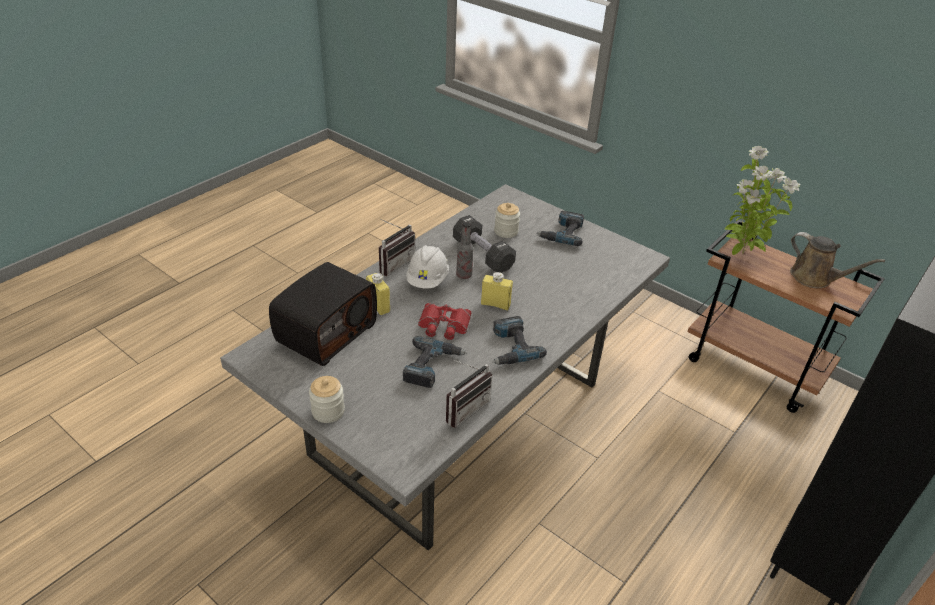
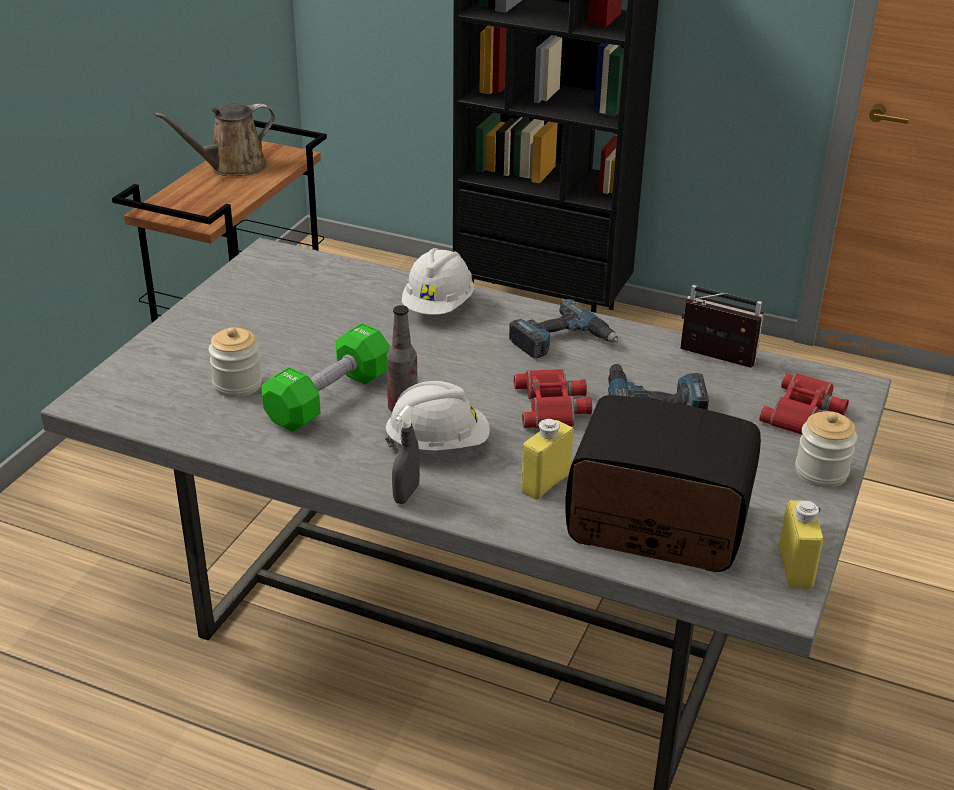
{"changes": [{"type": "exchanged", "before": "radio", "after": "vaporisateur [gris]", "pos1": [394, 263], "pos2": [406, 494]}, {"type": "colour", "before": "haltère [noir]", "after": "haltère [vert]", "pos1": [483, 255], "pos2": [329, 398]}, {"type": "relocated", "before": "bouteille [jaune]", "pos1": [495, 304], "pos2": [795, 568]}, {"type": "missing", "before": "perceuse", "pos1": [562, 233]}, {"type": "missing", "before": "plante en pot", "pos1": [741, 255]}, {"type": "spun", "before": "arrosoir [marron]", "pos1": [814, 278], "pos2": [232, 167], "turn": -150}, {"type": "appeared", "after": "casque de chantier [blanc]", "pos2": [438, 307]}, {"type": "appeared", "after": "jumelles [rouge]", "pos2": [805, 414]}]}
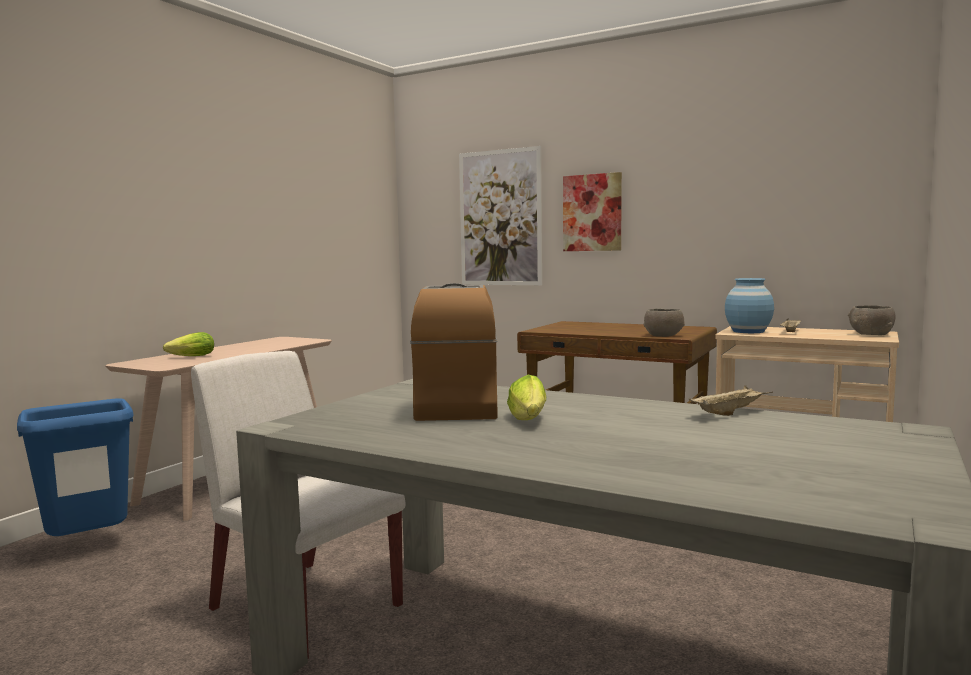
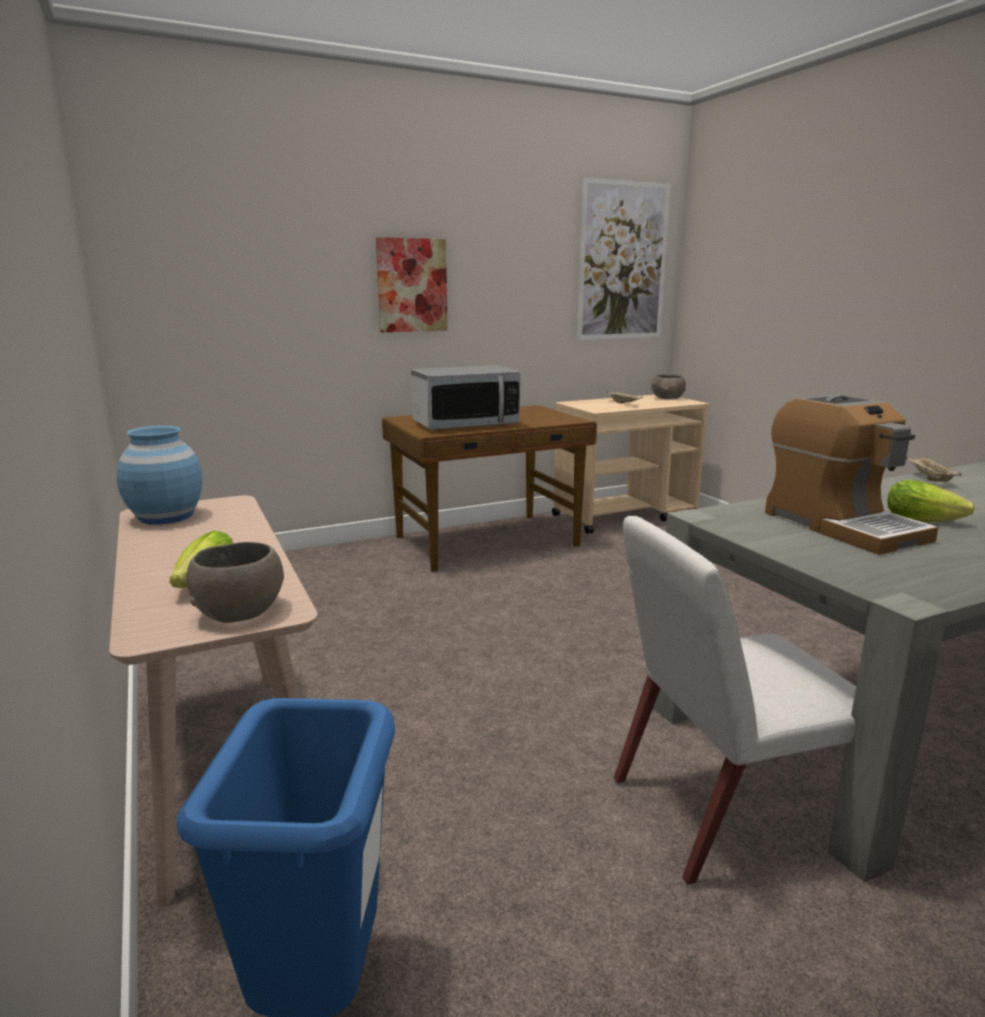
{"changes": [{"type": "spun", "before": "machine à café", "pos1": [457, 405], "pos2": [841, 525], "turn": -150}, {"type": "relocated", "before": "tableau", "pos1": [500, 218], "pos2": [622, 262]}, {"type": "relocated", "before": "bol [gris]", "pos1": [663, 335], "pos2": [239, 611]}, {"type": "relocated", "before": "vase [bleu]", "pos1": [748, 331], "pos2": [166, 516]}, {"type": "appeared", "after": "micro-ondes", "pos2": [465, 424]}]}
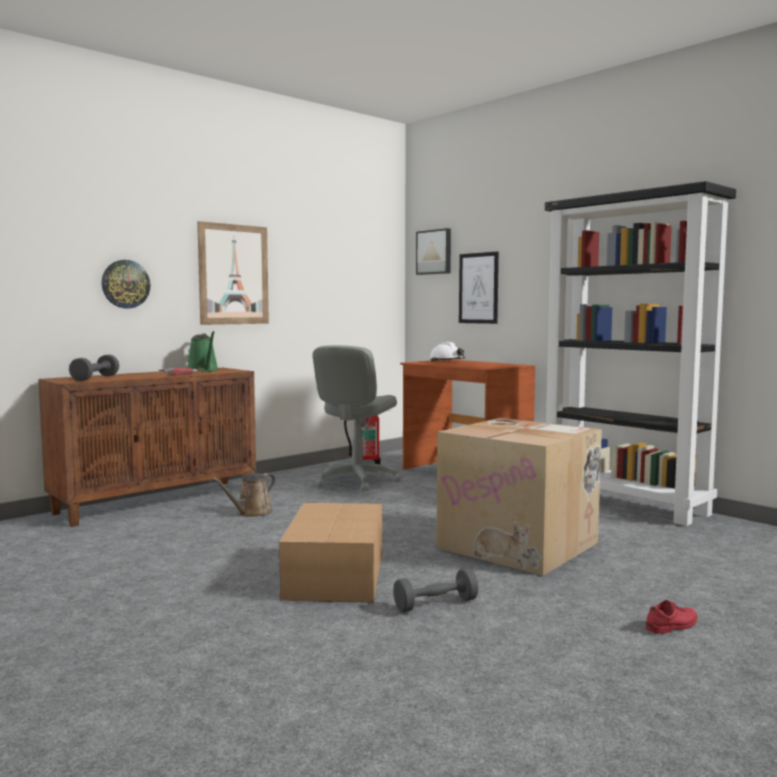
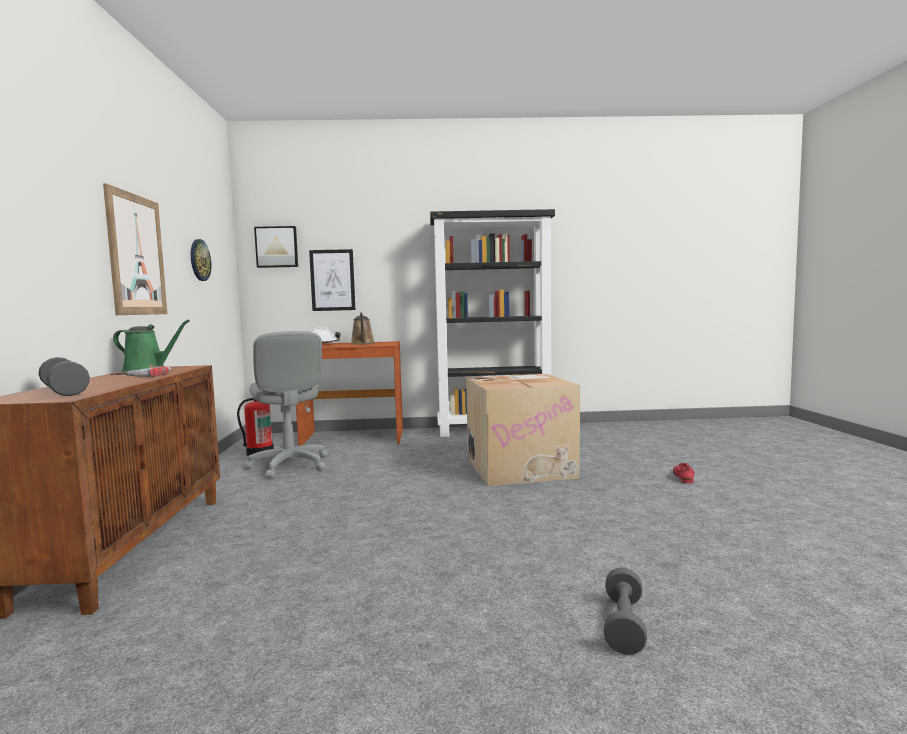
{"changes": [{"type": "relocated", "before": "horloge murale", "pos1": [125, 284], "pos2": [199, 260]}, {"type": "relocated", "before": "arrosoir [marron]", "pos1": [251, 513], "pos2": [363, 343]}, {"type": "missing", "before": "carton", "pos1": [337, 574]}, {"type": "relocated", "before": "haltère [gris]", "pos1": [435, 604], "pos2": [624, 625]}]}
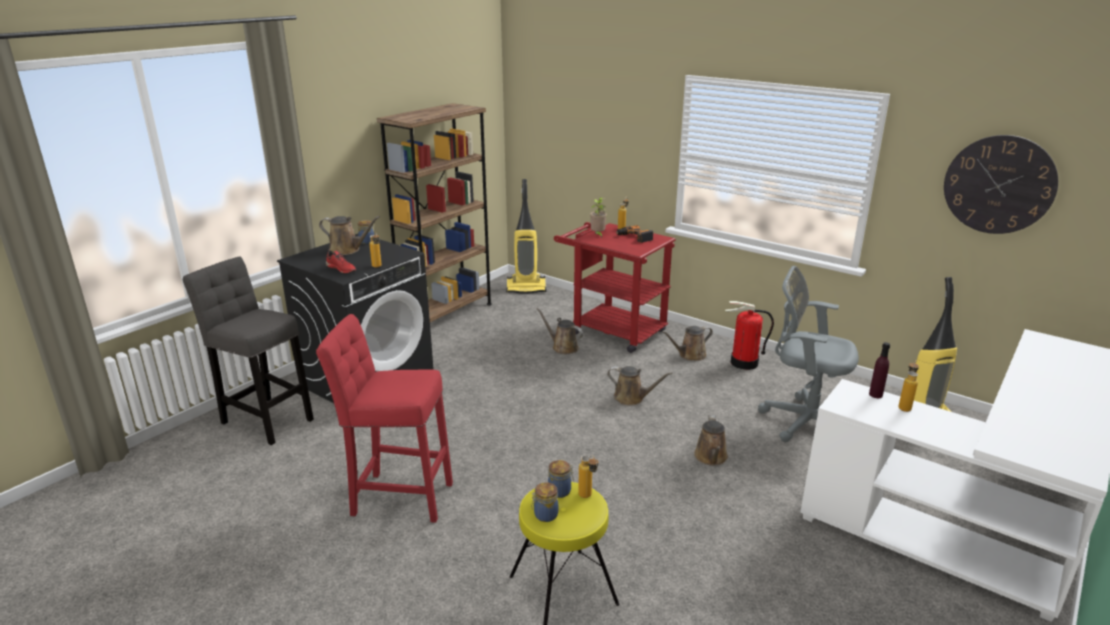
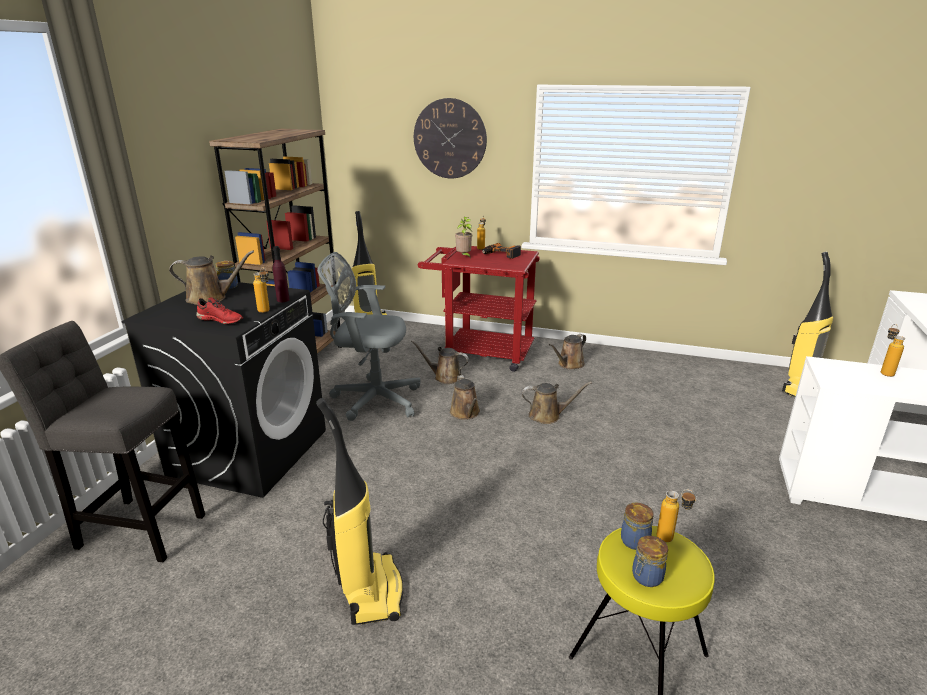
{"changes": [{"type": "exchanged", "before": "tabouret [rouge]", "after": "aspirateur", "pos1": [397, 497], "pos2": [370, 590]}, {"type": "relocated", "before": "arrosoir [marron]", "pos1": [711, 458], "pos2": [465, 413]}, {"type": "missing", "before": "extincteur", "pos1": [744, 363]}, {"type": "relocated", "before": "chaise de bureau [gris]", "pos1": [804, 422], "pos2": [373, 399]}, {"type": "relocated", "before": "bouteille [violet]", "pos1": [875, 394], "pos2": [283, 300]}, {"type": "relocated", "before": "horloge murale", "pos1": [999, 185], "pos2": [450, 139]}]}
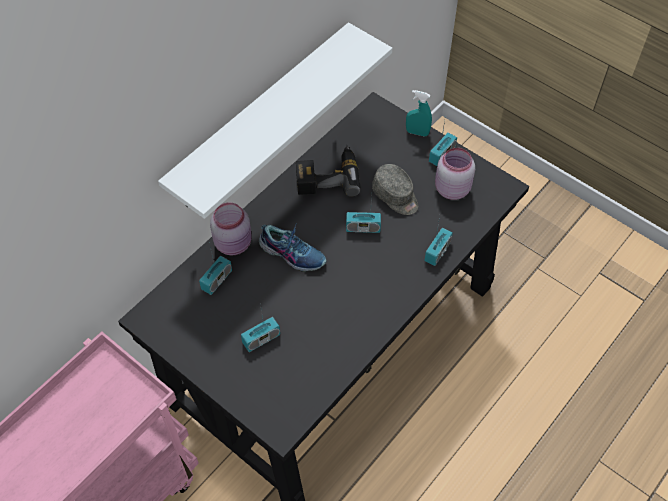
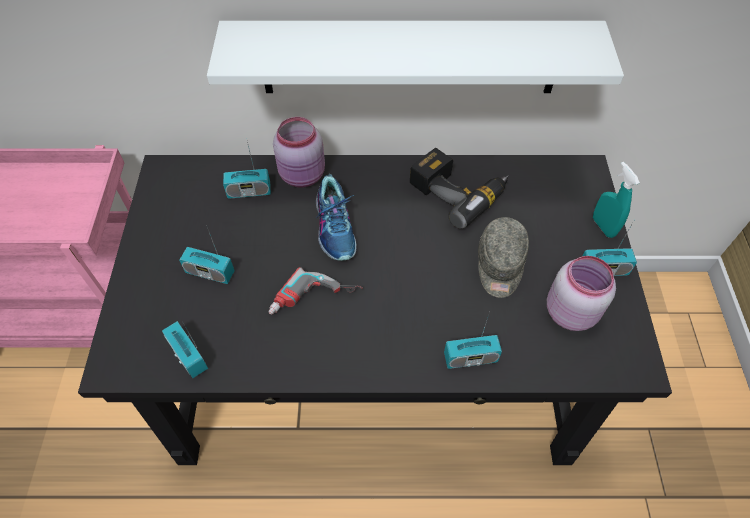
{"changes": [{"type": "relocated", "before": "radio", "pos1": [363, 228], "pos2": [188, 356]}, {"type": "appeared", "after": "perceuse", "pos2": [315, 302]}]}
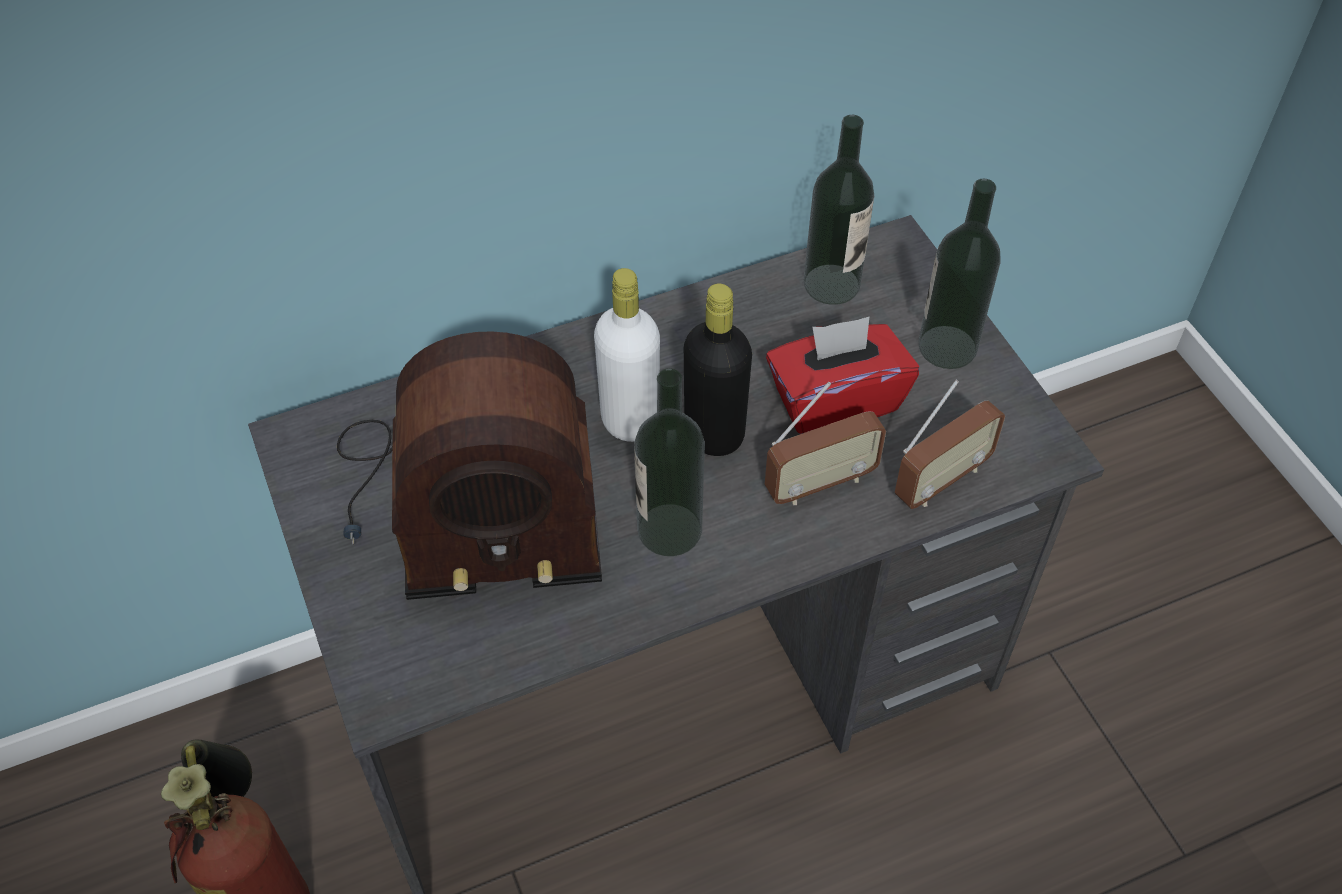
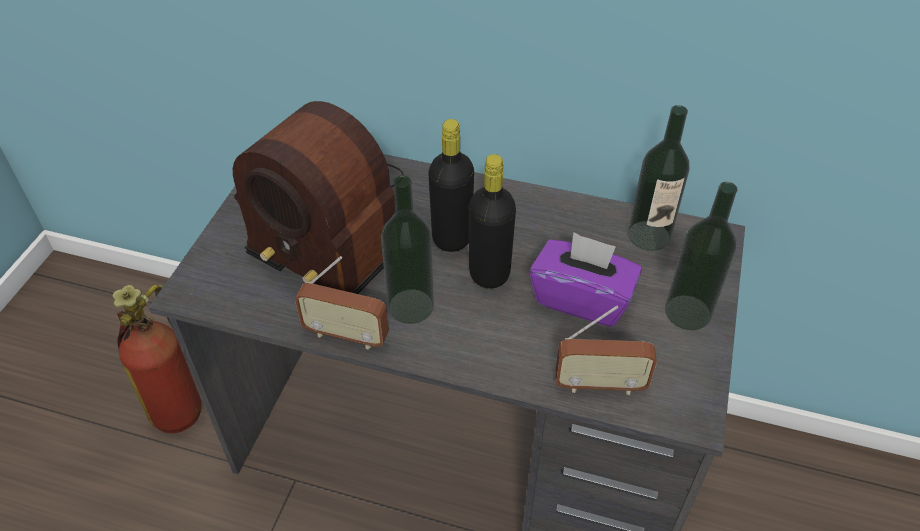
{"changes": [{"type": "colour", "before": "bouteille [blanc]", "after": "bouteille [noir]", "pos1": [630, 420], "pos2": [452, 238]}, {"type": "relocated", "before": "radio", "pos1": [820, 483], "pos2": [346, 335]}, {"type": "colour", "before": "boîte à mouchoirs [rouge]", "after": "boîte à mouchoirs [violet]", "pos1": [835, 400], "pos2": [582, 298]}]}
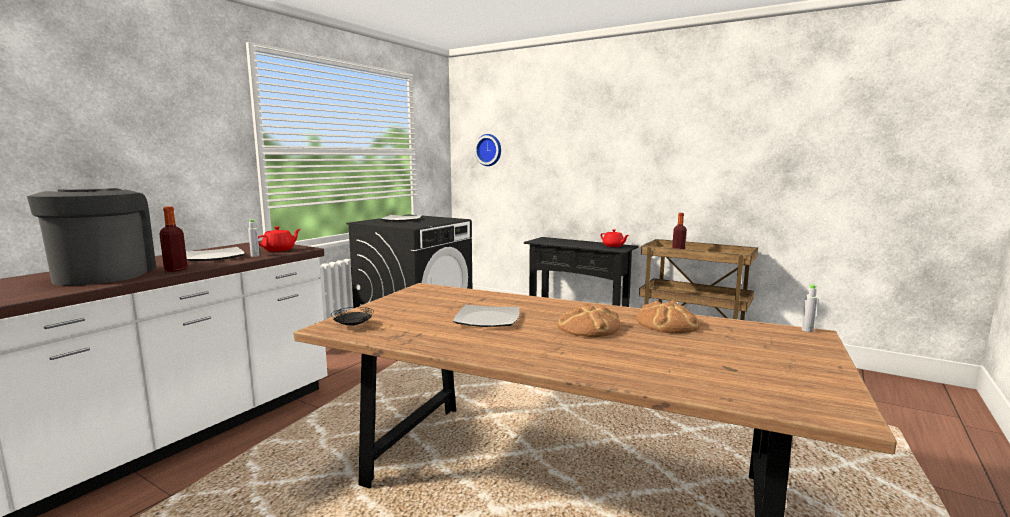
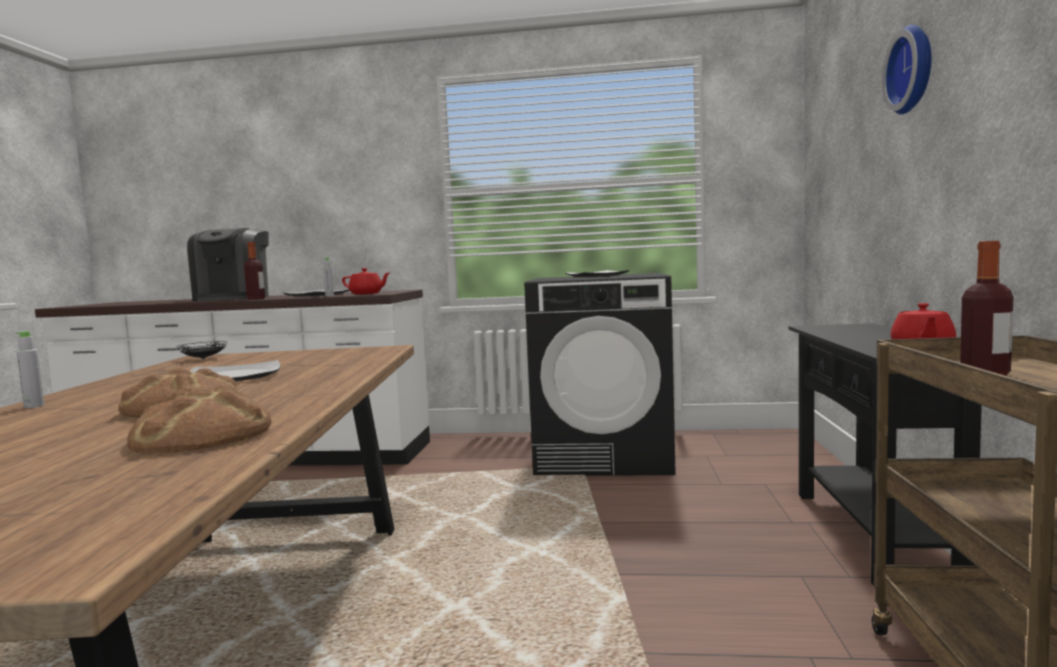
{"changes": [{"type": "spun", "before": "machine à café", "pos1": [104, 274], "pos2": [234, 298], "turn": 135}, {"type": "relocated", "before": "horloge murale", "pos1": [489, 150], "pos2": [914, 69]}, {"type": "relocated", "before": "bouteille [gris]", "pos1": [807, 330], "pos2": [34, 406]}]}
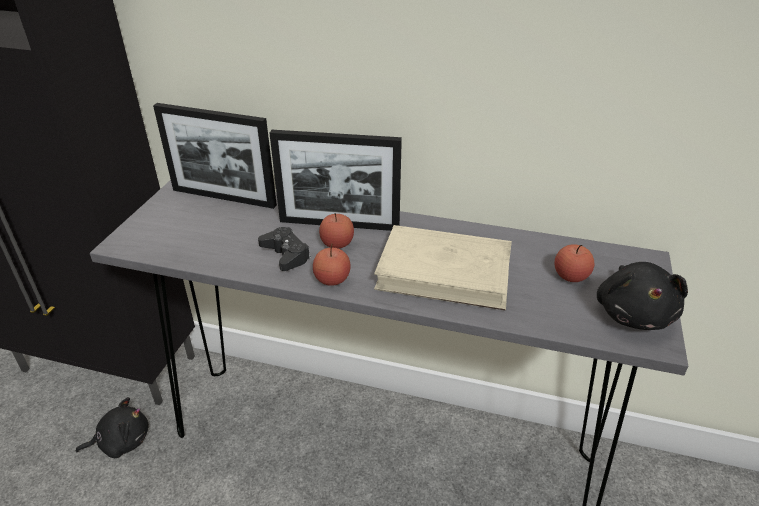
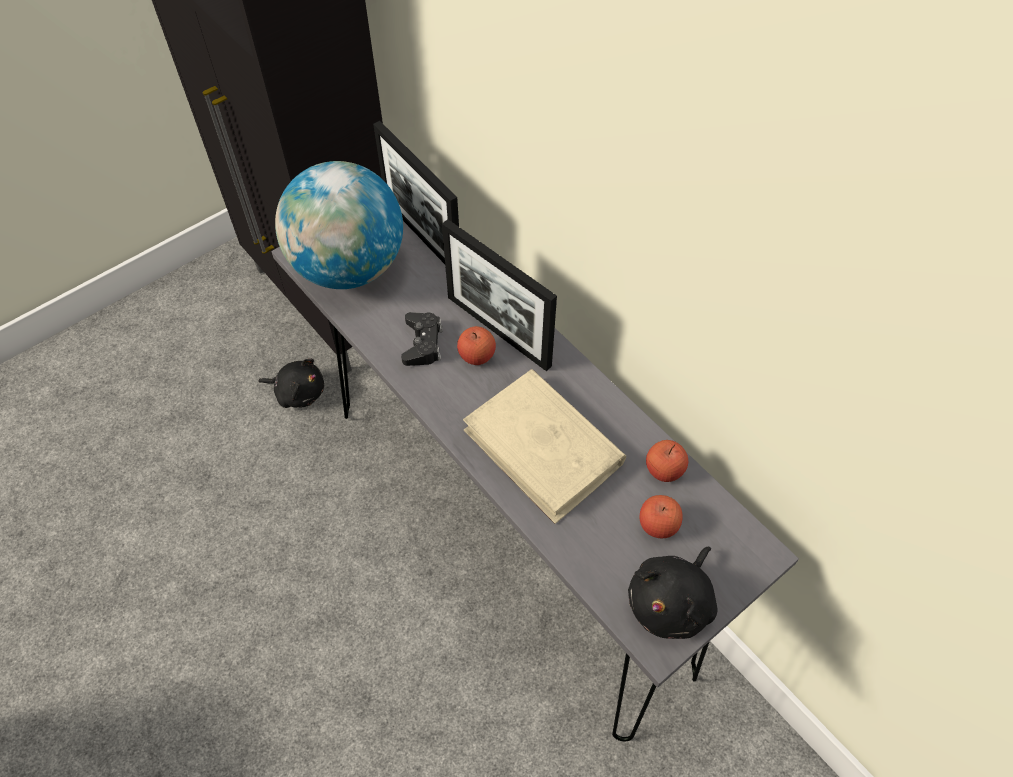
{"changes": [{"type": "relocated", "before": "pomme", "pos1": [332, 279], "pos2": [664, 469]}, {"type": "appeared", "after": "globe", "pos2": [349, 267]}]}
